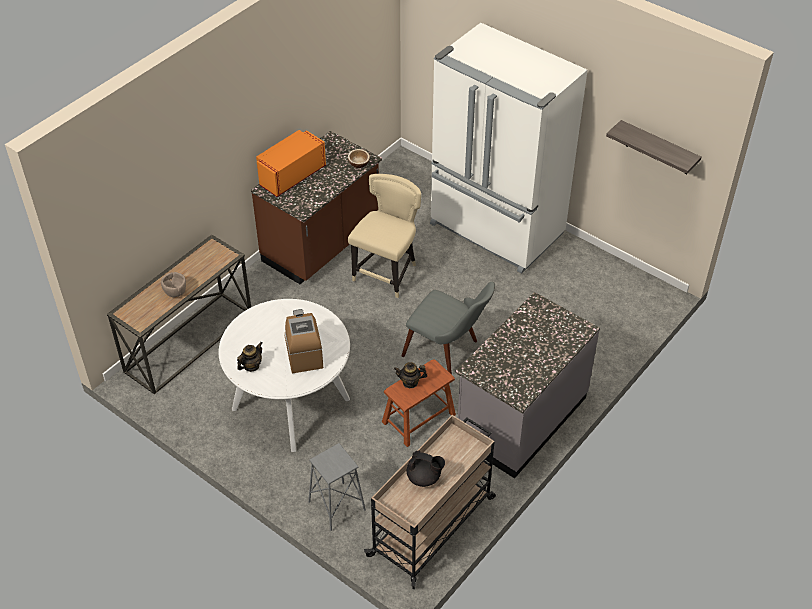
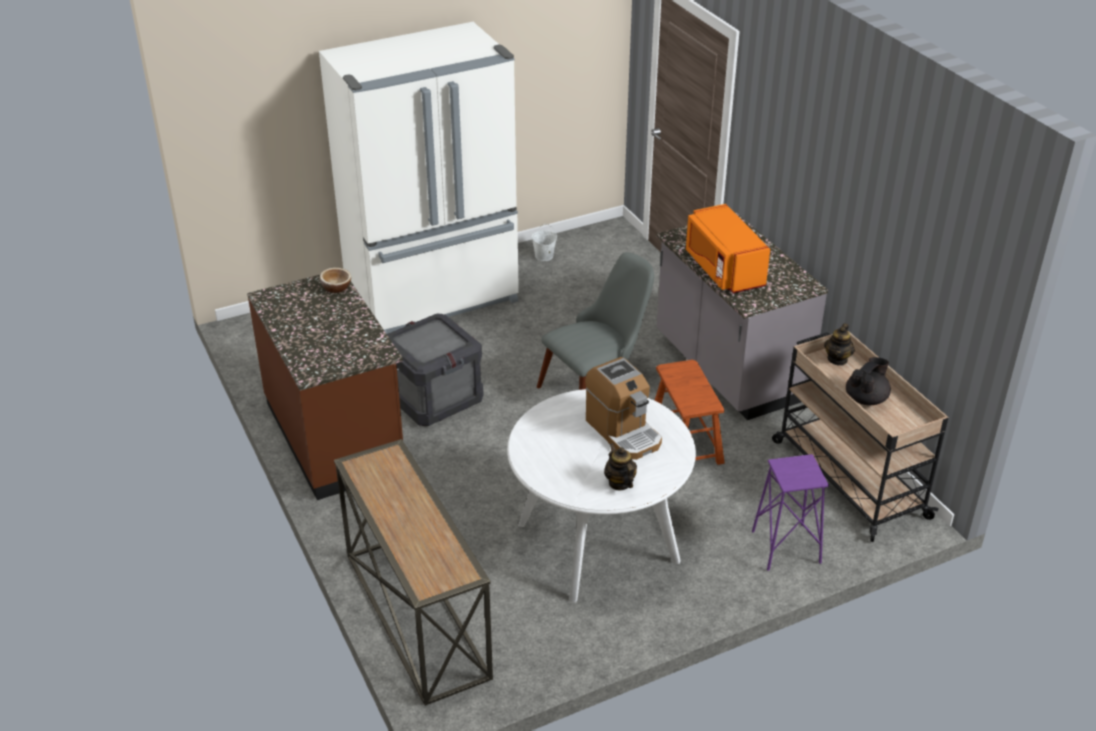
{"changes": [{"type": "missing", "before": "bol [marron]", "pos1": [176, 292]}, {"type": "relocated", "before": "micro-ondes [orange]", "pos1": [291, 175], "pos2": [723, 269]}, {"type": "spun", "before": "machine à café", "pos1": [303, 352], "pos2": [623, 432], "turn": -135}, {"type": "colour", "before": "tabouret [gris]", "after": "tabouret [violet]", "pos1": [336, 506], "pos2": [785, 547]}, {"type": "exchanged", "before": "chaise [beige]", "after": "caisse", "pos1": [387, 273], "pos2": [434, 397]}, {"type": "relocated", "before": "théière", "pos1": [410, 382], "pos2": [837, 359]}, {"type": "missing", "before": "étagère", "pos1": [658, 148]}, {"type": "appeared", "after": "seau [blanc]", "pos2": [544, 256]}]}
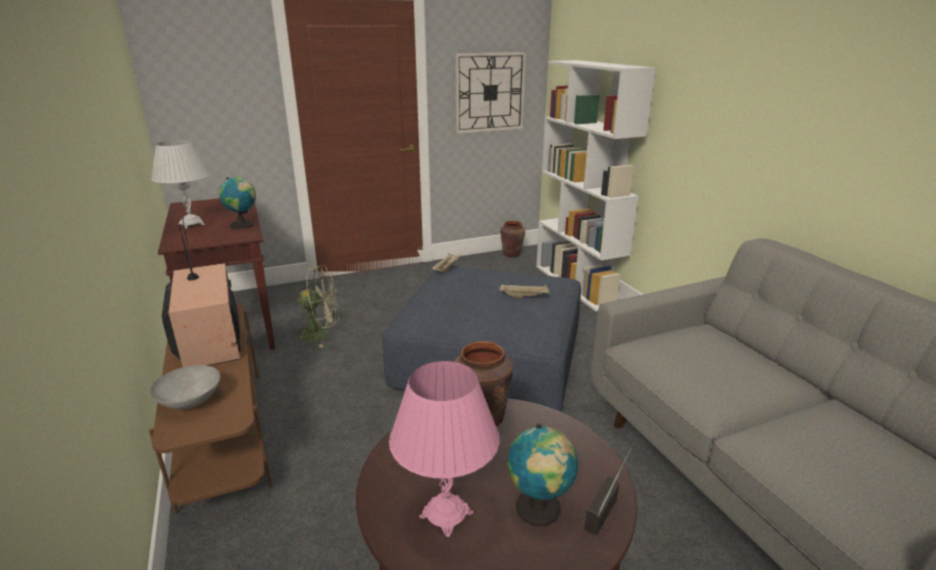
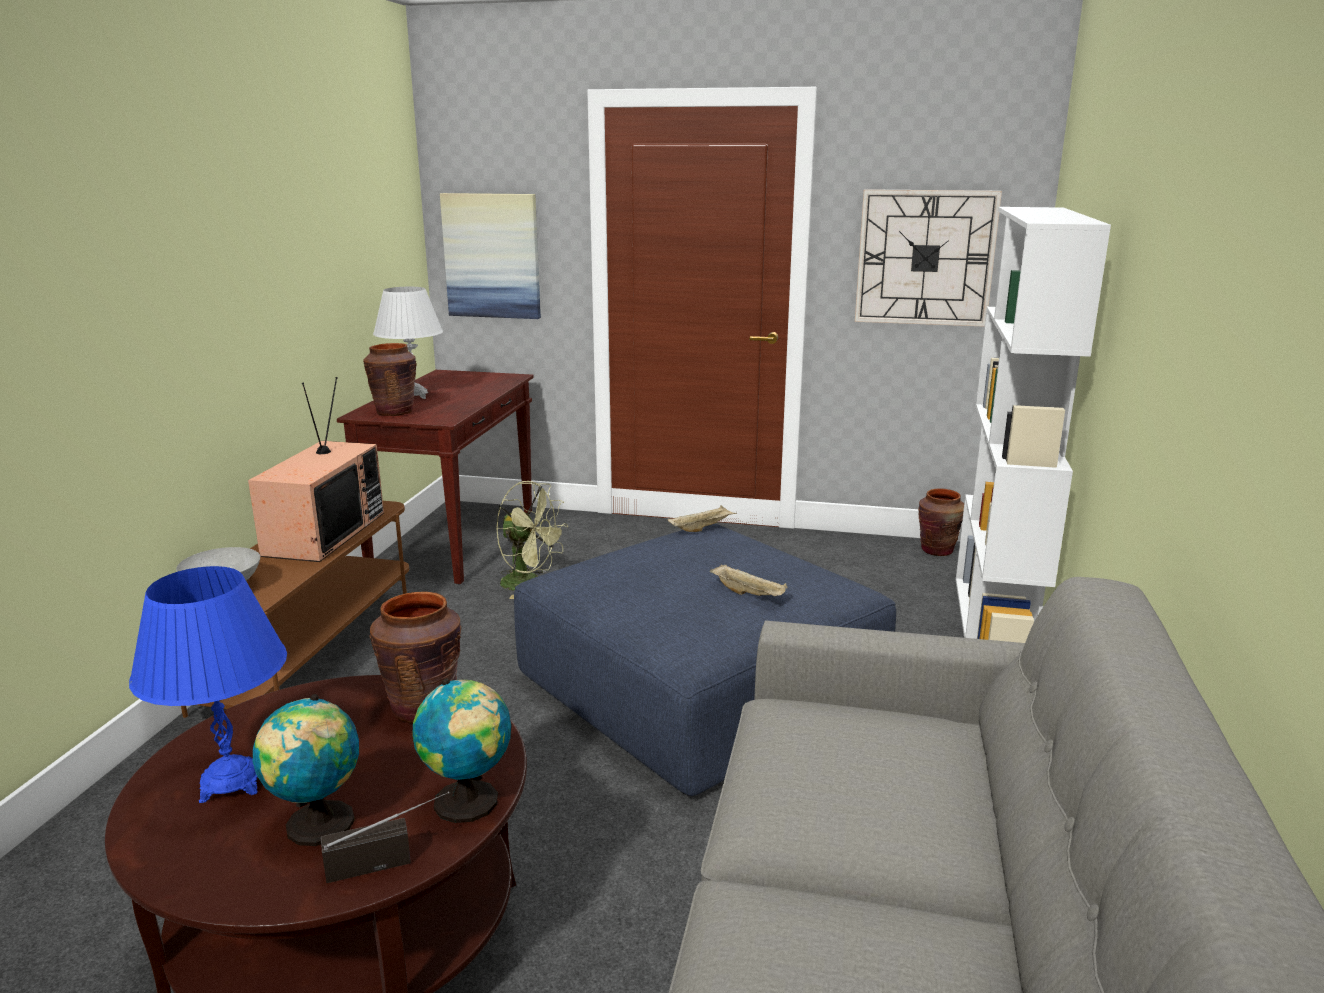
{"changes": [{"type": "relocated", "before": "globe", "pos1": [243, 225], "pos2": [469, 803]}, {"type": "colour", "before": "lampe de table [rose]", "after": "lampe de table [bleu]", "pos1": [446, 515], "pos2": [231, 783]}, {"type": "appeared", "after": "vase [marron]", "pos2": [394, 412]}, {"type": "appeared", "after": "tableau", "pos2": [492, 256]}]}
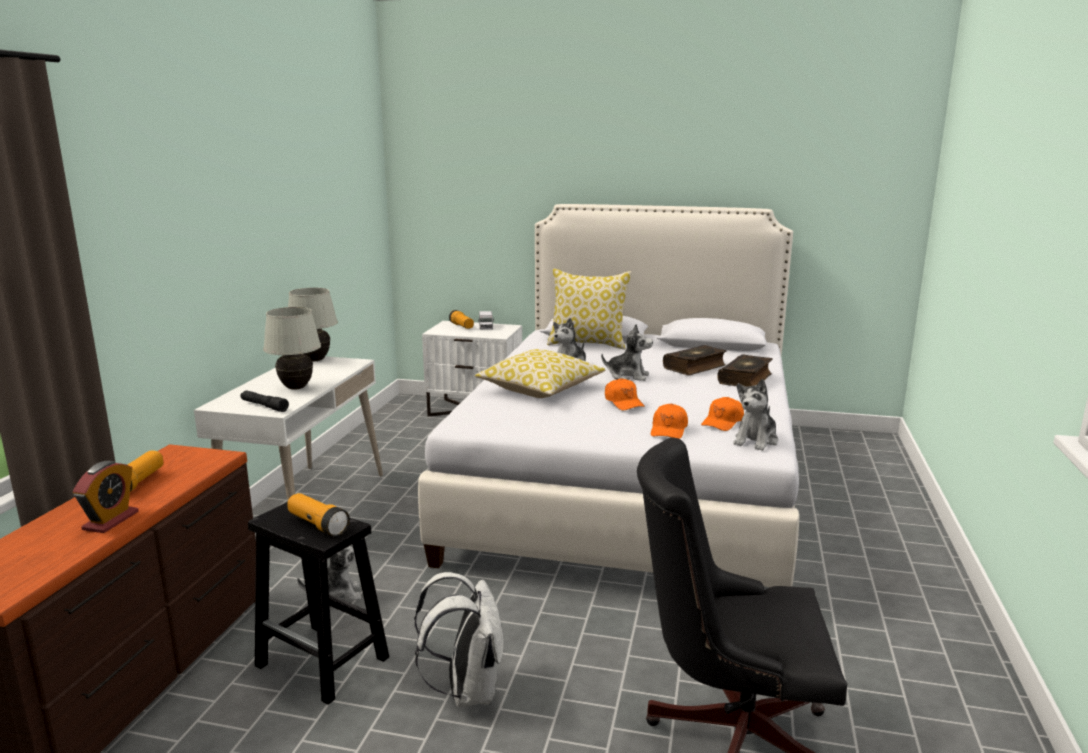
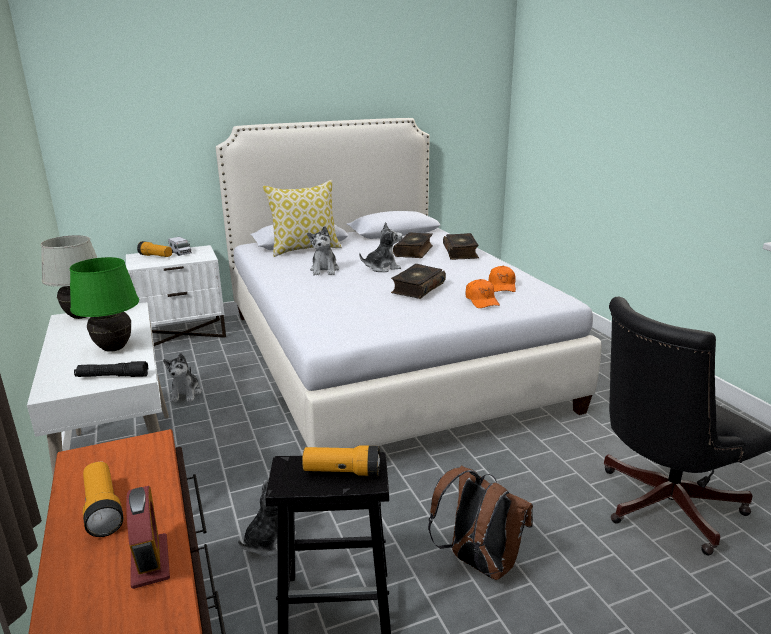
{"changes": [{"type": "colour", "before": "lampe de table [blanc]", "after": "lampe de table [vert]", "pos1": [296, 388], "pos2": [114, 349]}, {"type": "colour", "before": "sac à dos [blanc]", "after": "sac à dos [marron]", "pos1": [467, 690], "pos2": [478, 563]}, {"type": "missing", "before": "coussin", "pos1": [540, 389]}, {"type": "exchanged", "before": "casquette [orange]", "after": "livre", "pos1": [623, 402], "pos2": [417, 288]}, {"type": "relocated", "before": "peluche", "pos1": [756, 440], "pos2": [186, 394]}]}
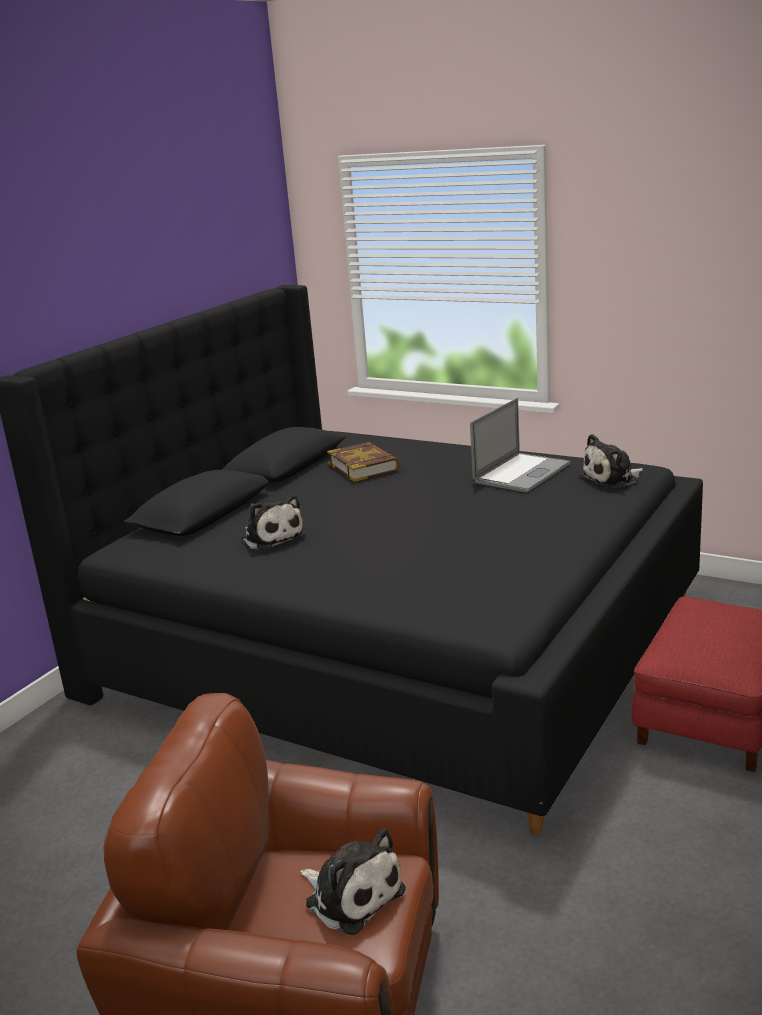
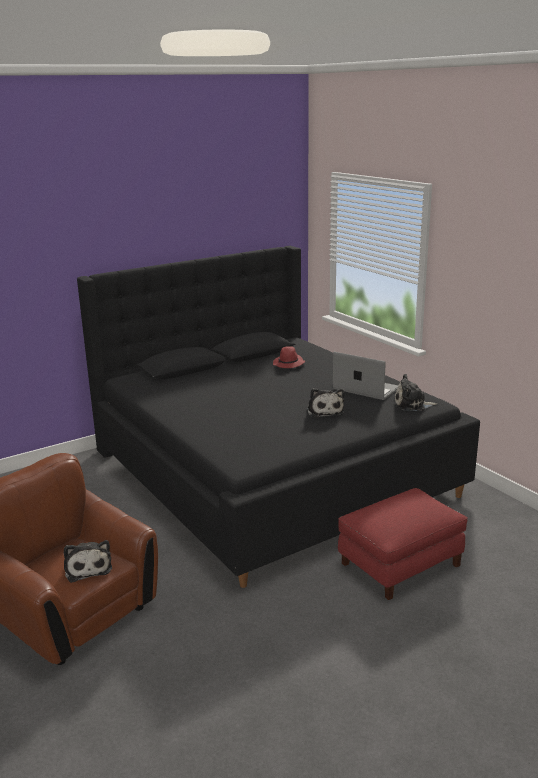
{"changes": [{"type": "relocated", "before": "peluche", "pos1": [272, 537], "pos2": [324, 411]}, {"type": "exchanged", "before": "livre", "after": "chapeau [rouge]", "pos1": [364, 467], "pos2": [289, 364]}, {"type": "spun", "before": "ordinateur portable", "pos1": [522, 473], "pos2": [366, 388], "turn": -120}]}
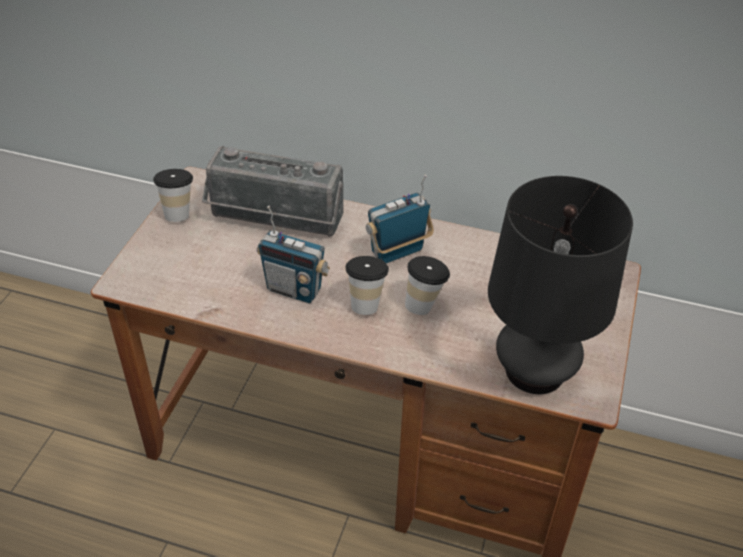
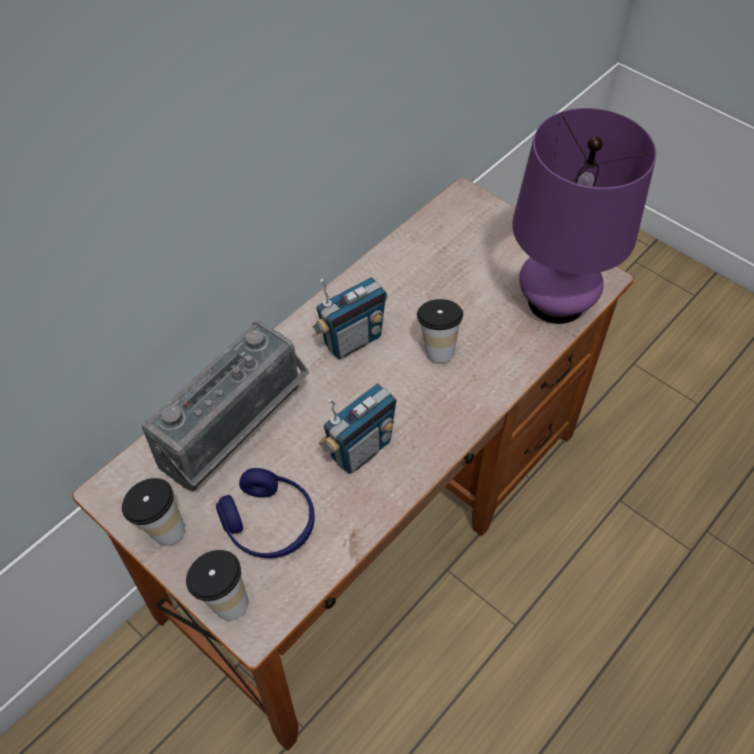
{"changes": [{"type": "relocated", "before": "tasse", "pos1": [366, 303], "pos2": [223, 600]}, {"type": "spun", "before": "radio", "pos1": [397, 252], "pos2": [352, 340], "turn": -120}, {"type": "colour", "before": "lampe de table [noir]", "after": "lampe de table [violet]", "pos1": [535, 371], "pos2": [556, 301]}, {"type": "appeared", "after": "casque audio [bleu]", "pos2": [269, 523]}]}
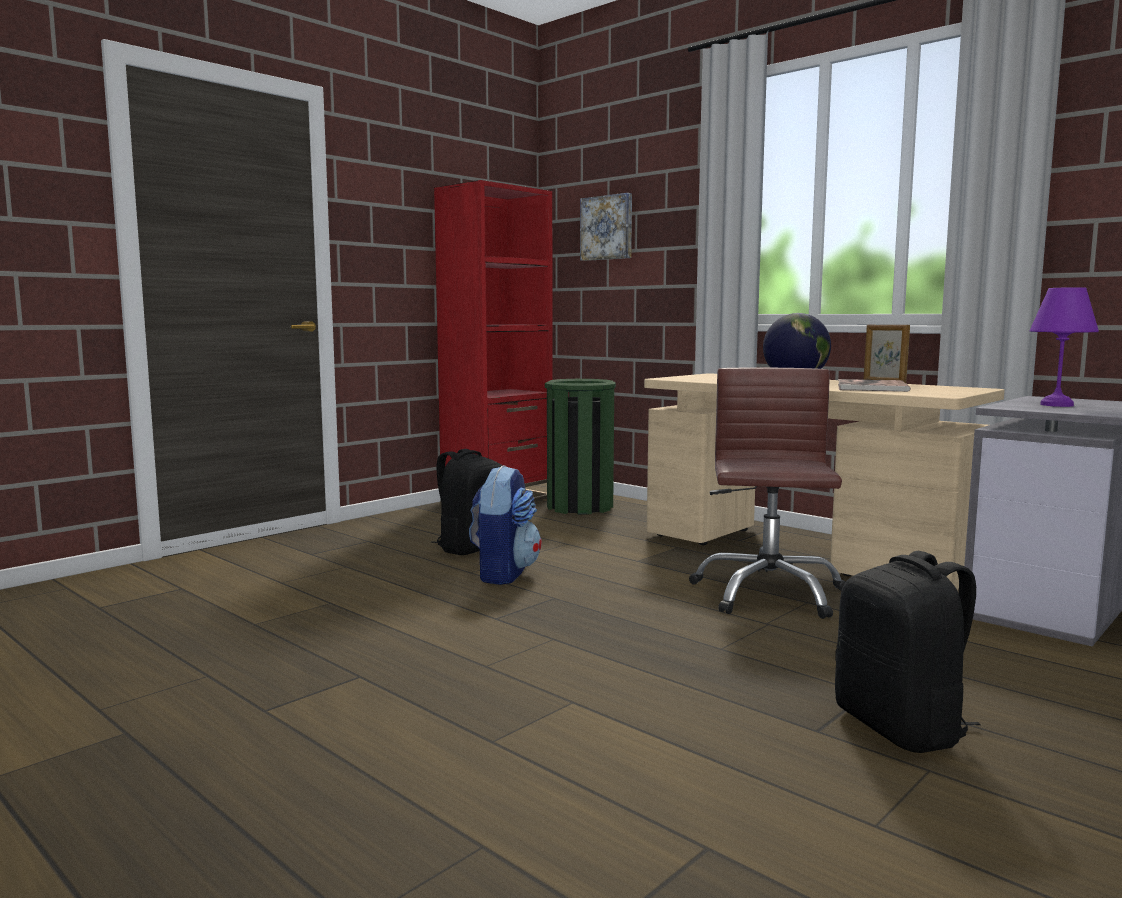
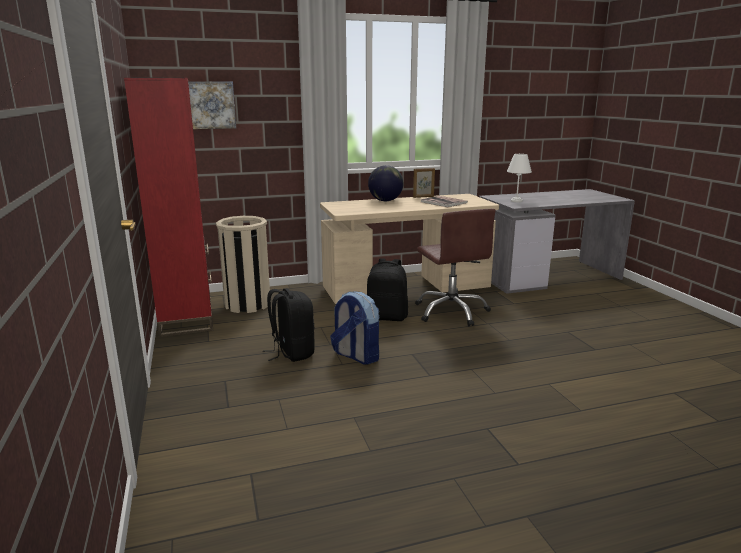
{"changes": [{"type": "colour", "before": "poubelle [vert]", "after": "poubelle [beige]", "pos1": [580, 507], "pos2": [247, 304]}, {"type": "spun", "before": "chaise de bureau [marron]", "pos1": [767, 593], "pos2": [451, 311], "turn": -150}, {"type": "relocated", "before": "sac à dos [noir]", "pos1": [902, 728], "pos2": [387, 317]}, {"type": "colour", "before": "lampe de table [violet]", "after": "lampe de table [blanc]", "pos1": [1058, 405], "pos2": [517, 201]}]}
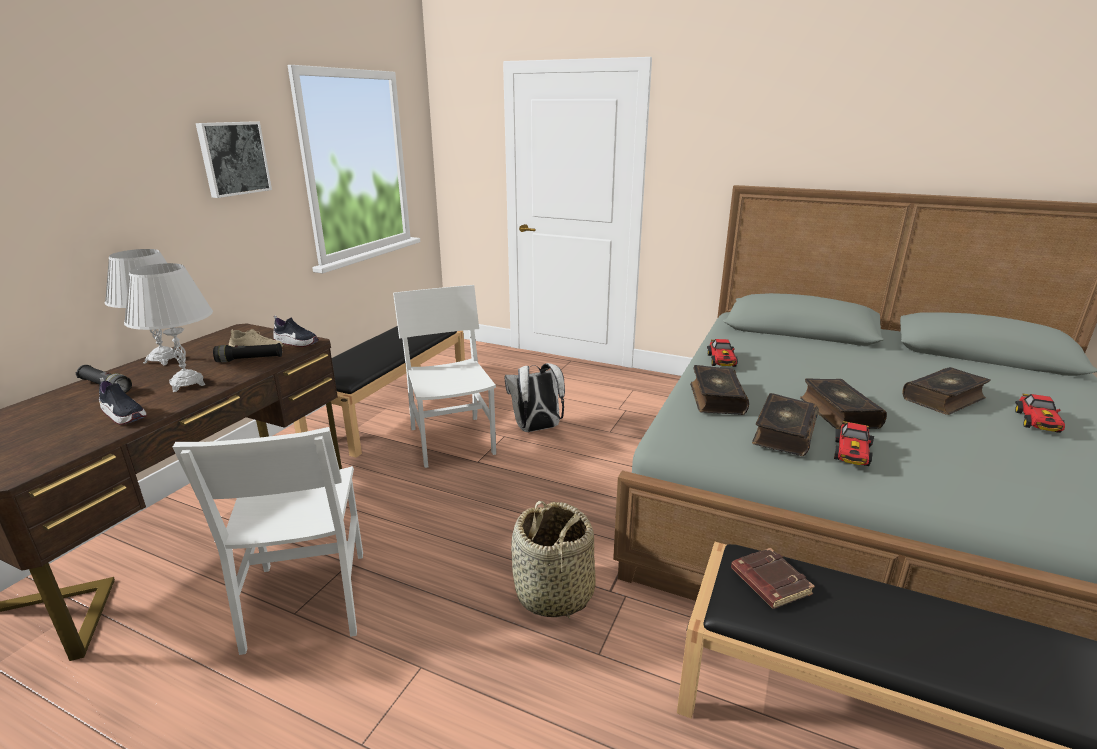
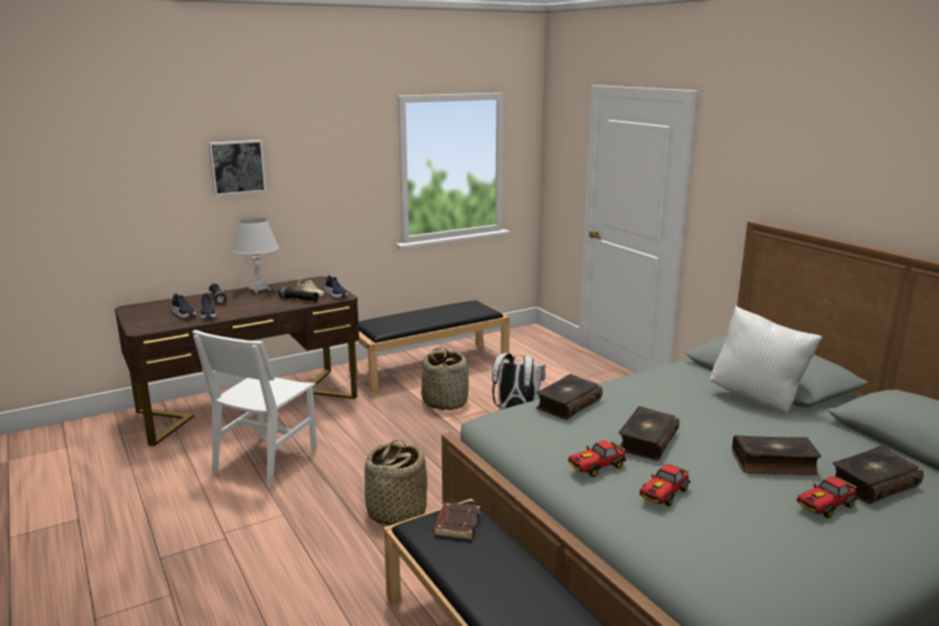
{"changes": [{"type": "missing", "before": "lampe de table [blanc]", "pos1": [187, 384]}, {"type": "relocated", "before": "tableau", "pos1": [233, 158], "pos2": [237, 167]}, {"type": "exchanged", "before": "chaise [blanc]", "after": "panier", "pos1": [452, 440], "pos2": [445, 401]}, {"type": "relocated", "before": "petite voiture", "pos1": [721, 361], "pos2": [663, 494]}, {"type": "relocated", "before": "livre", "pos1": [783, 433], "pos2": [872, 484]}, {"type": "appeared", "after": "chaussure", "pos2": [183, 315]}, {"type": "appeared", "after": "coussin [blanc]", "pos2": [757, 399]}]}
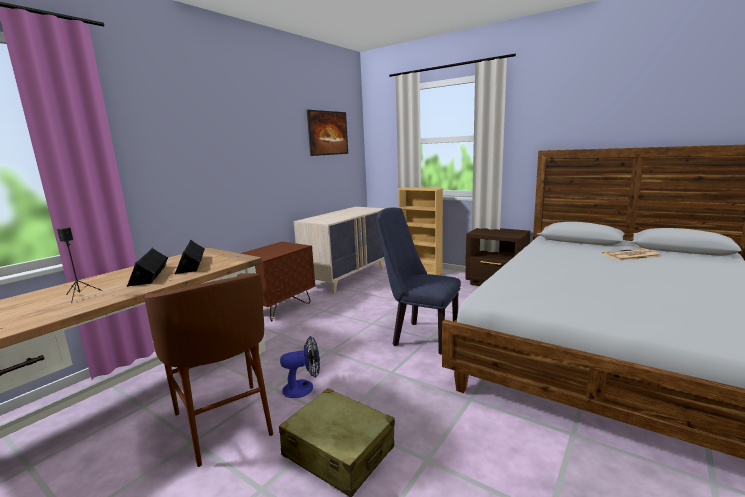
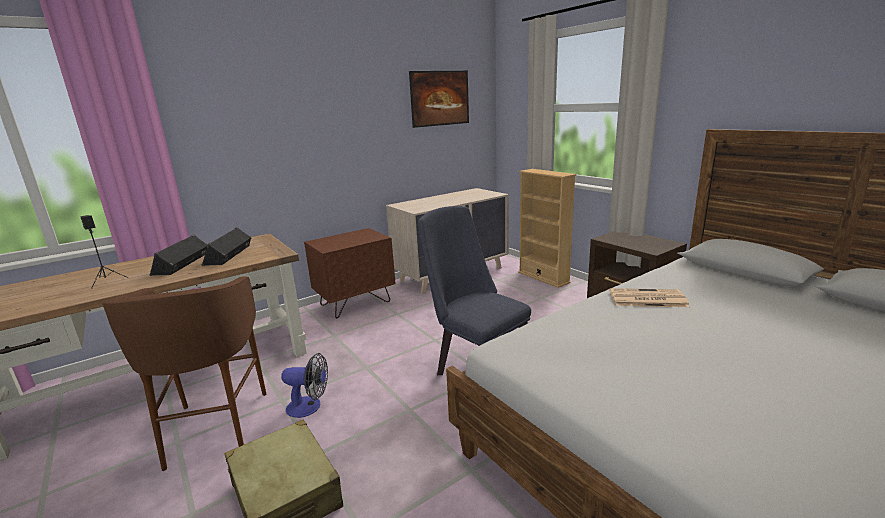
{"changes": [{"type": "relocated", "before": "journal", "pos1": [630, 255], "pos2": [646, 299]}]}
